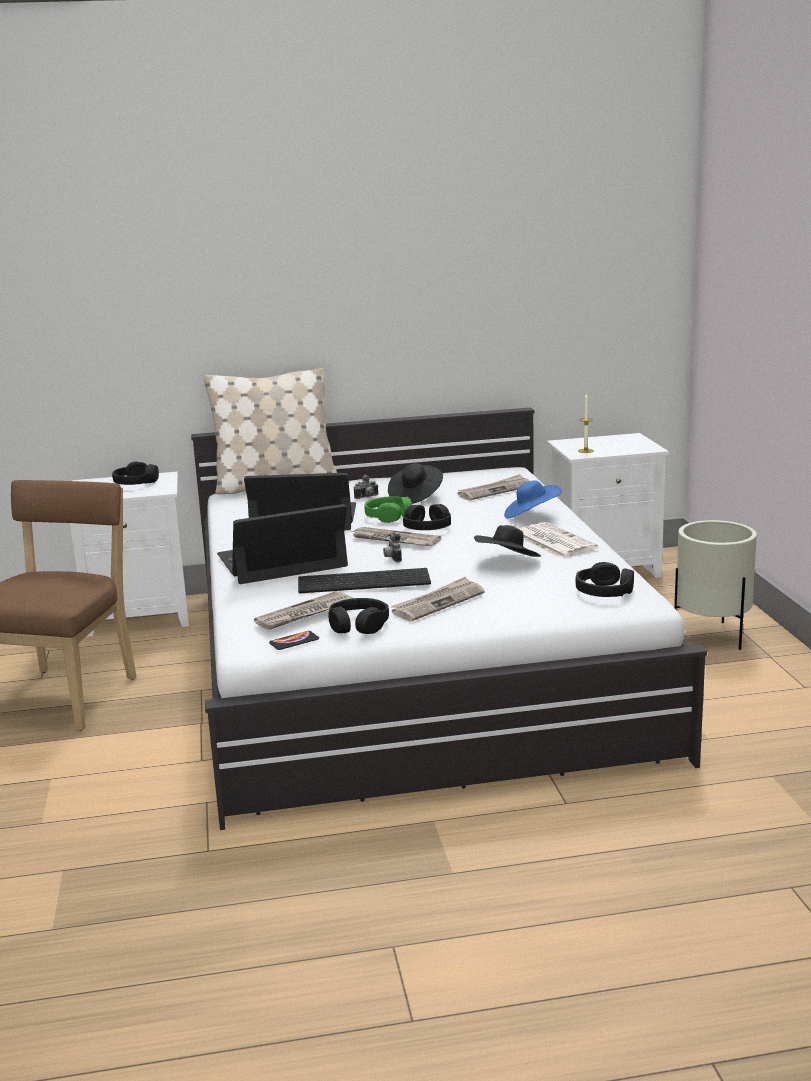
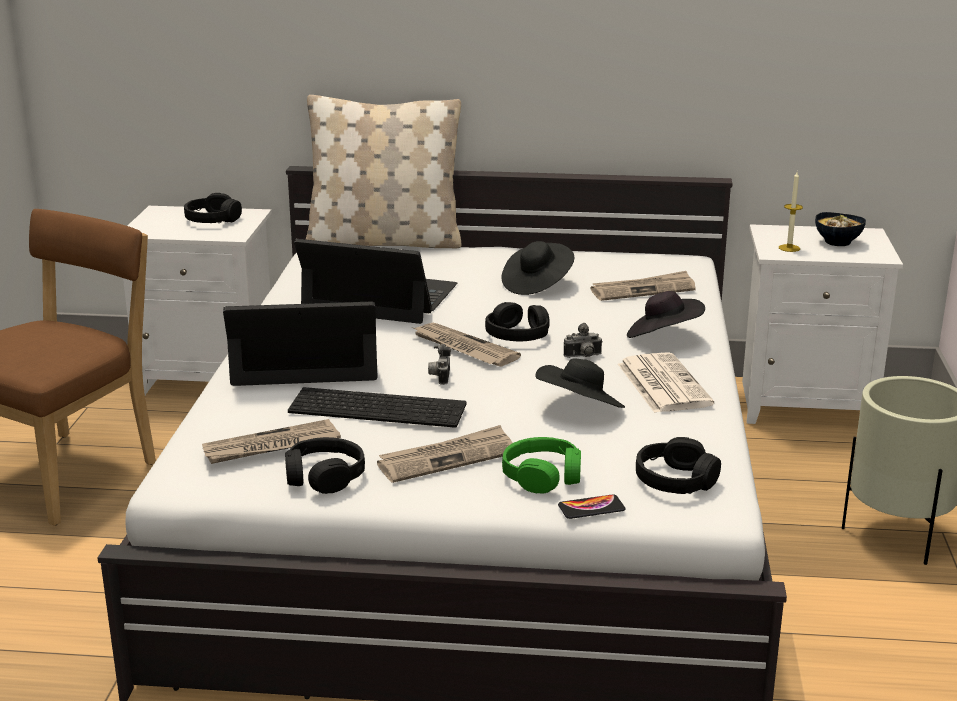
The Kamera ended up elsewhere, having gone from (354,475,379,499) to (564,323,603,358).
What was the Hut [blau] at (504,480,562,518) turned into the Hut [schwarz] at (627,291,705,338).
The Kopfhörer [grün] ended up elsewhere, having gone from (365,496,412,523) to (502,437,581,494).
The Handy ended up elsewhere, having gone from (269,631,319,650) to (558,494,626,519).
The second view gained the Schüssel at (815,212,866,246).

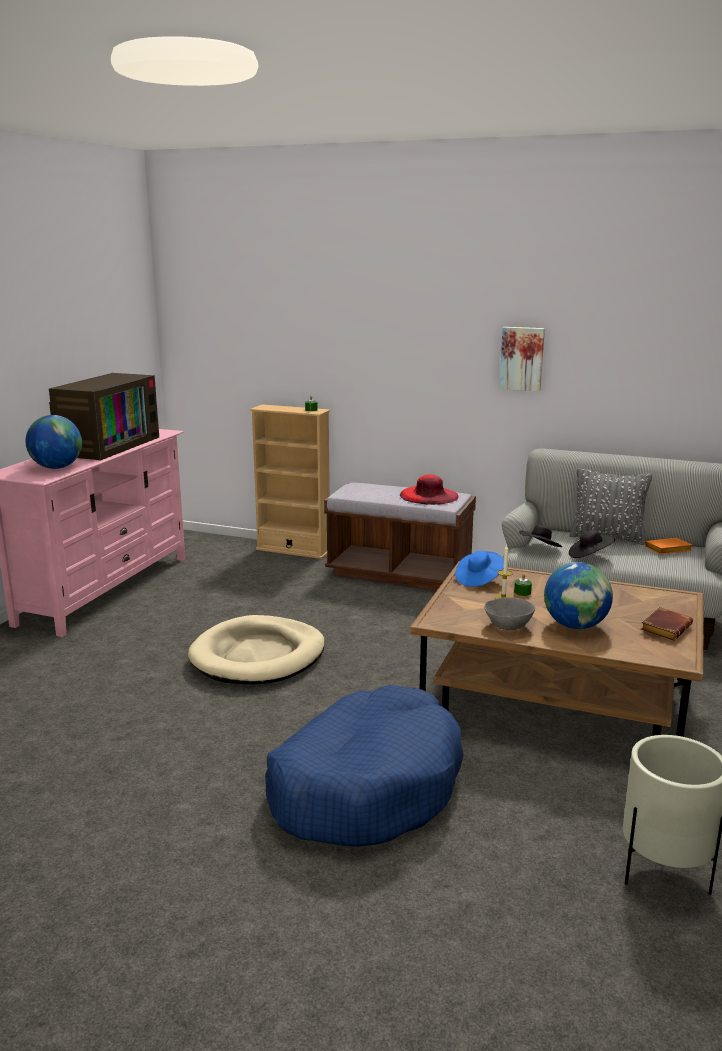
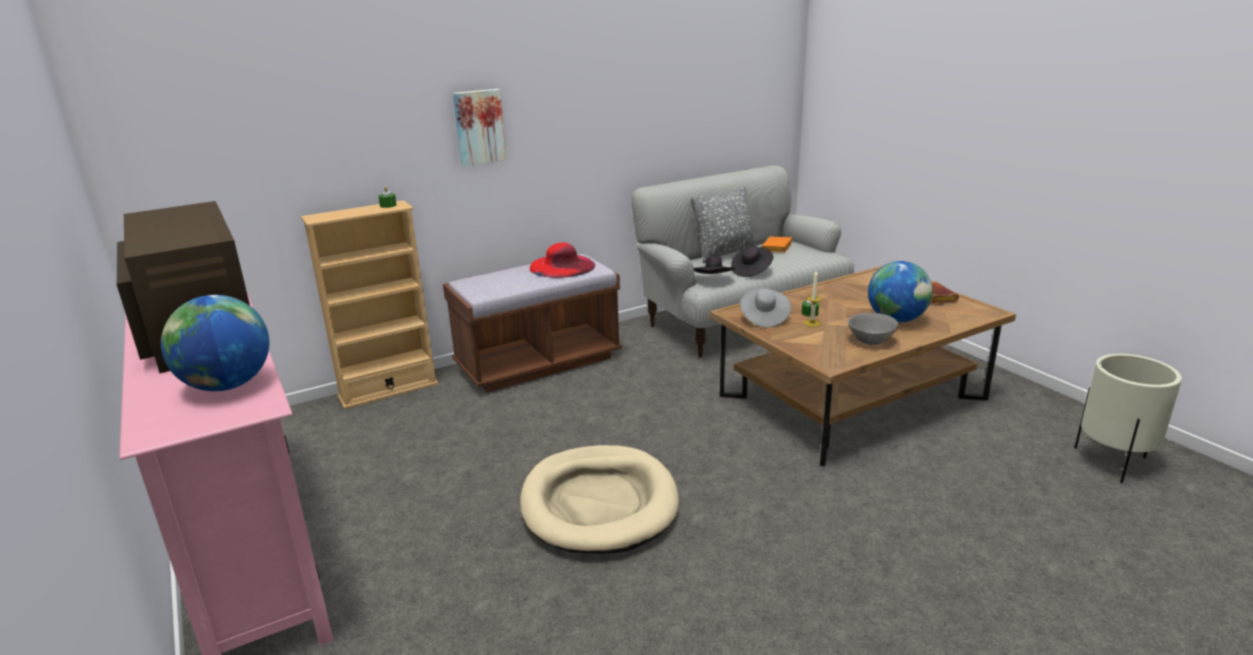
The Bild ended up elsewhere, having gone from (499,327,545,391) to (453,89,506,166).
What was the Hut [blau] at (455,551,504,587) turned into the Hut [grau] at (740,288,791,327).
The second view lost the Hundebett [blau] at (265,685,464,847).

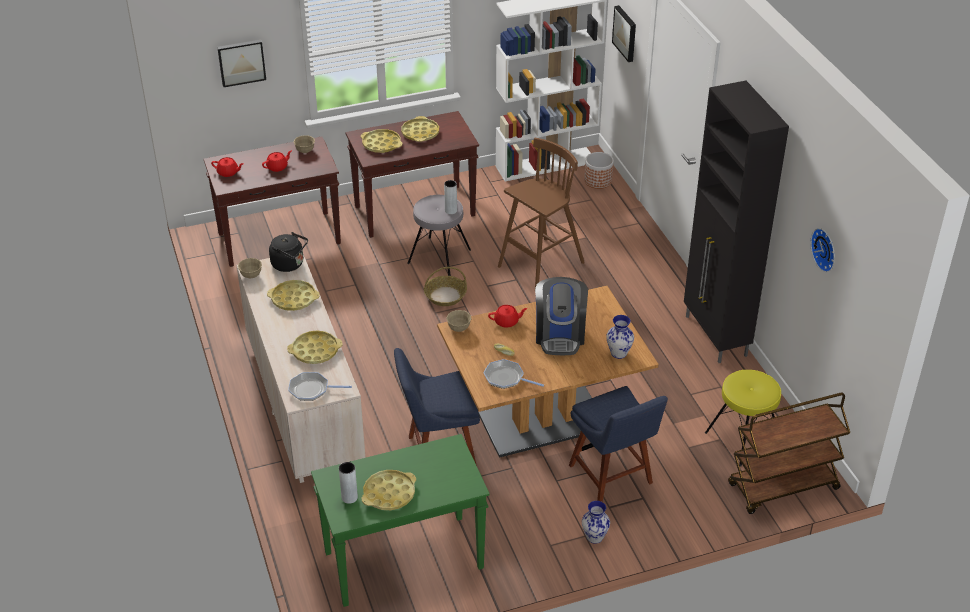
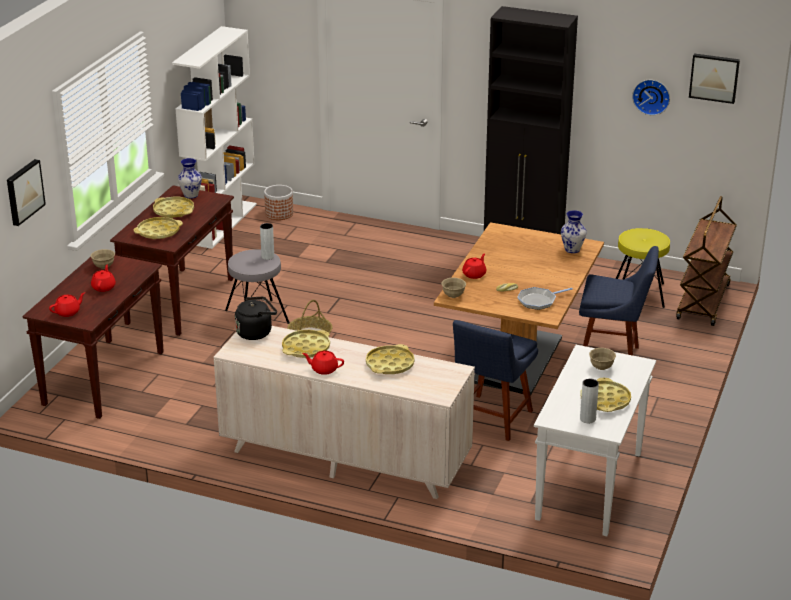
The Bild ended up elsewhere, having gone from (612,5,636,62) to (689,53,740,104).
The second view lost the Hocker [braun] at (498,138,585,288).
The Schüssel [beige] ended up elsewhere, having gone from (238,258,262,279) to (589,348,616,370).
The second view lost the Kaffeemaschine at (535,277,588,355).
The second view lost the Pfanne at (288,372,352,401).
What was the Konsolentisch [grün] at (311,434,490,607) turned into the Konsolentisch [weiß] at (534,345,656,536).
The Vase ended up elsewhere, having gone from (582,501,610,544) to (178,158,202,199).
The second view gained the Teekanne [rot] at (302,351,344,375).

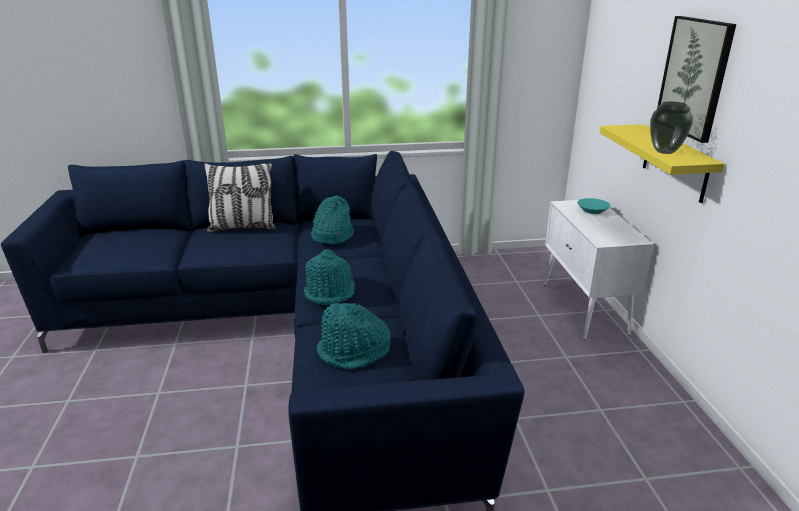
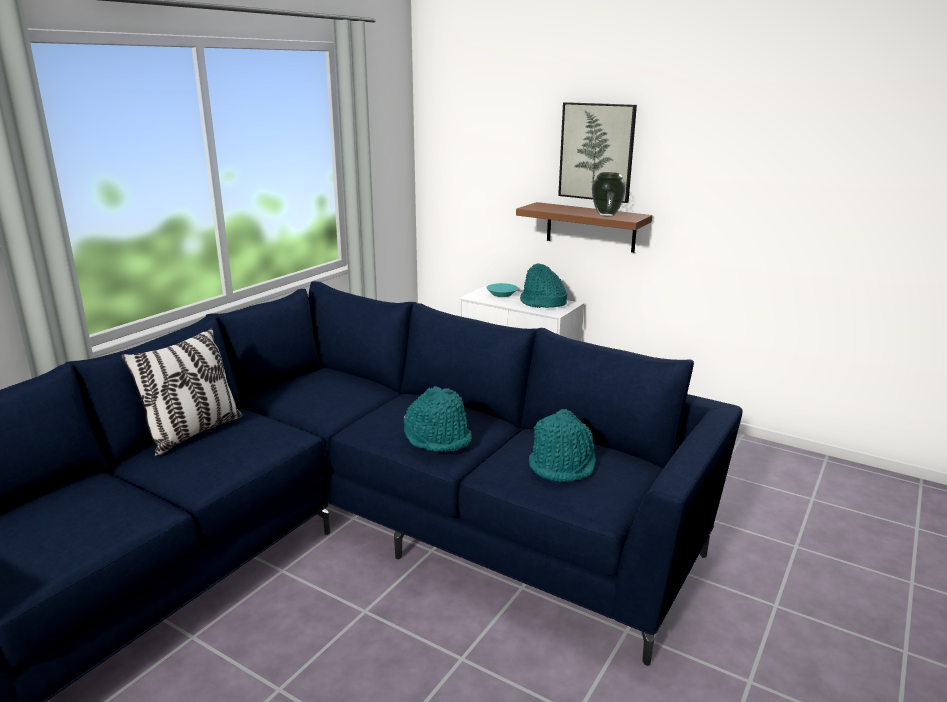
What was the Wandregal [gelb] at (600,124,724,203) turned into the Wandregal [braun] at (516,202,652,253).
The Hut [türkis] ended up elsewhere, having gone from (311,195,354,244) to (520,263,567,308).

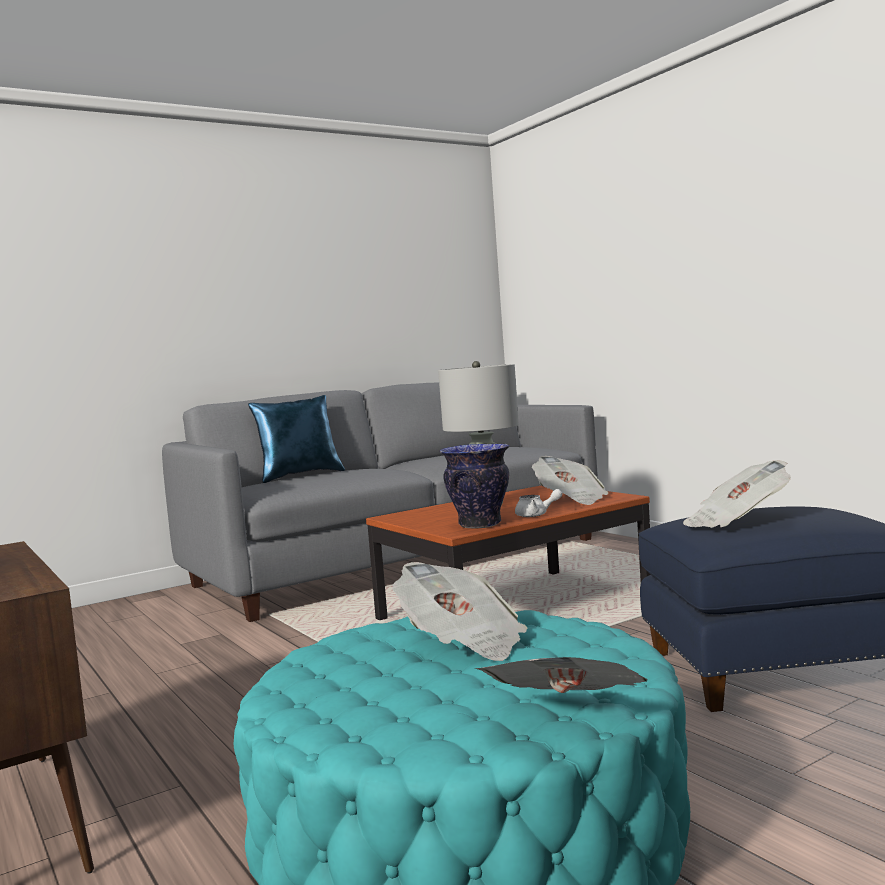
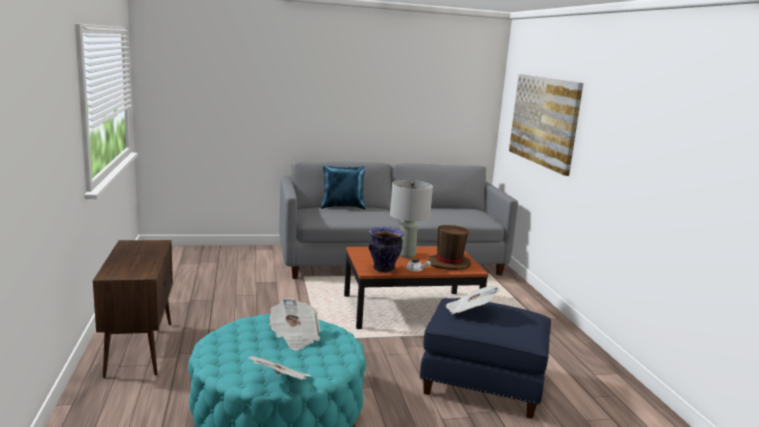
Where the Zeitung stood at (532,456,608,505), the Hut [braun] came to stand at (427,225,471,270).
The second view gained the Bild at (509,74,583,176).

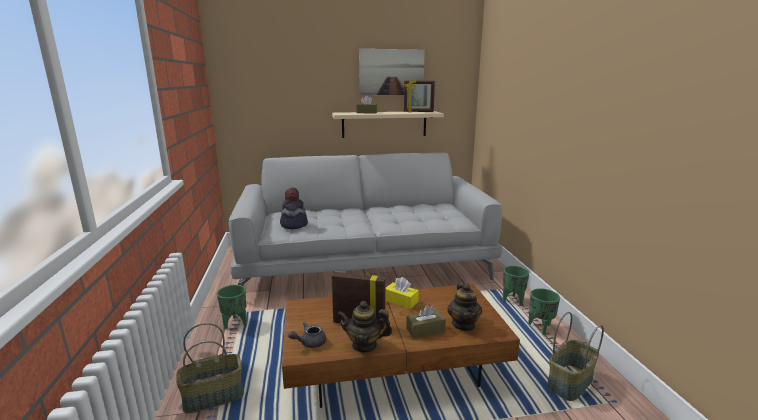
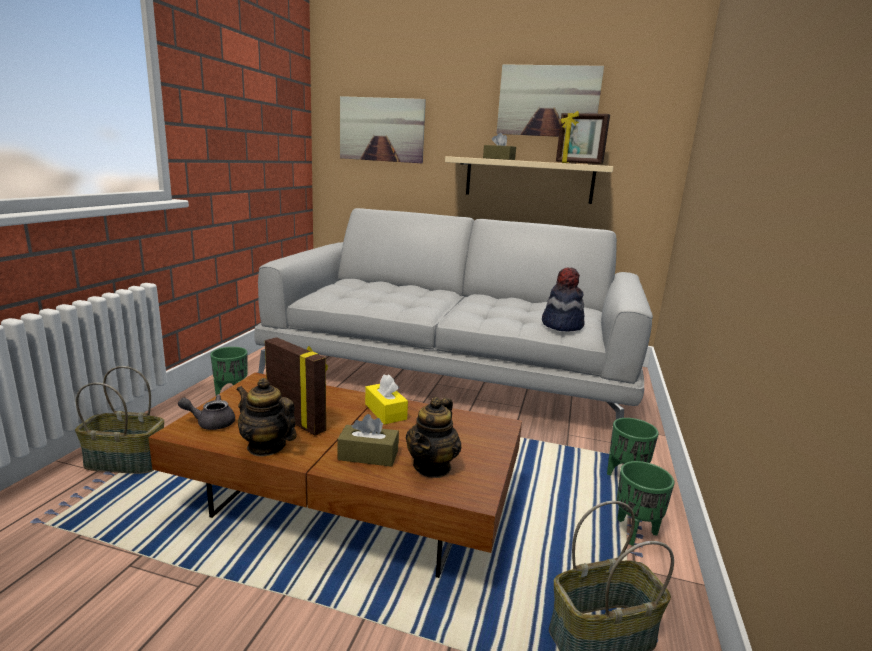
The Hut ended up elsewhere, having gone from (280,187,308,230) to (542,267,585,332).
The second view gained the Bild at (340,96,426,163).

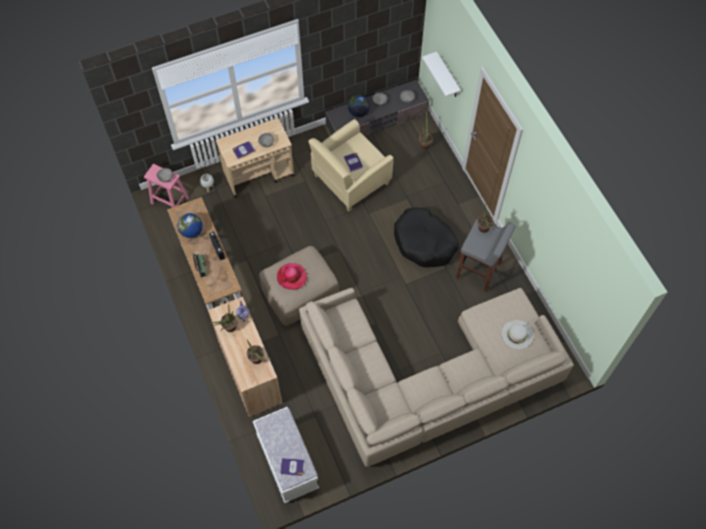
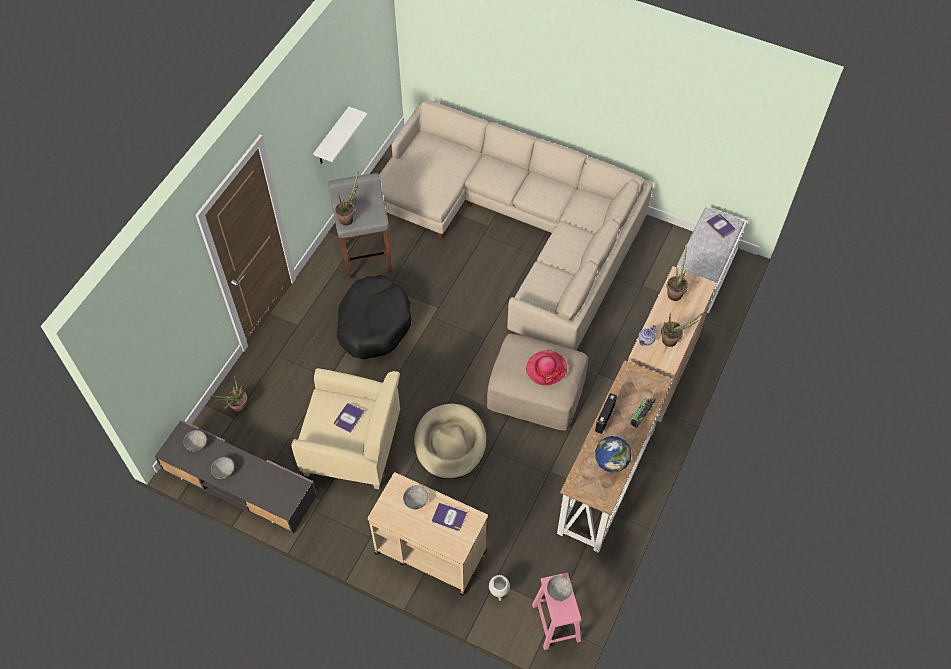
The Wandregal [weiß] ended up elsewhere, having gone from (422,52,461,97) to (313,107,368,164).
The second view lost the Globus at (348,95,370,117).
The second view lost the Hut [weiß] at (502,320,533,349).
The second view gained the Hundebett [beige] at (414,404,486,479).

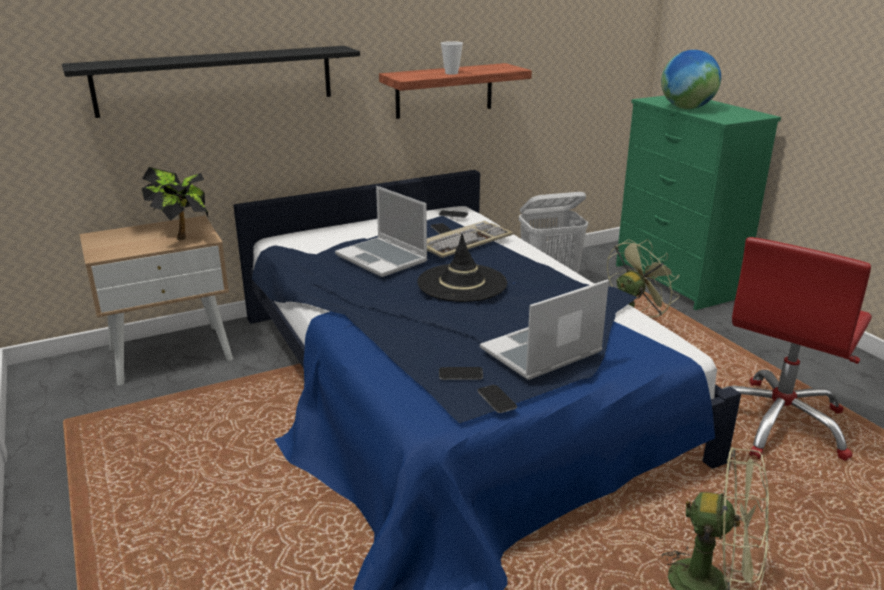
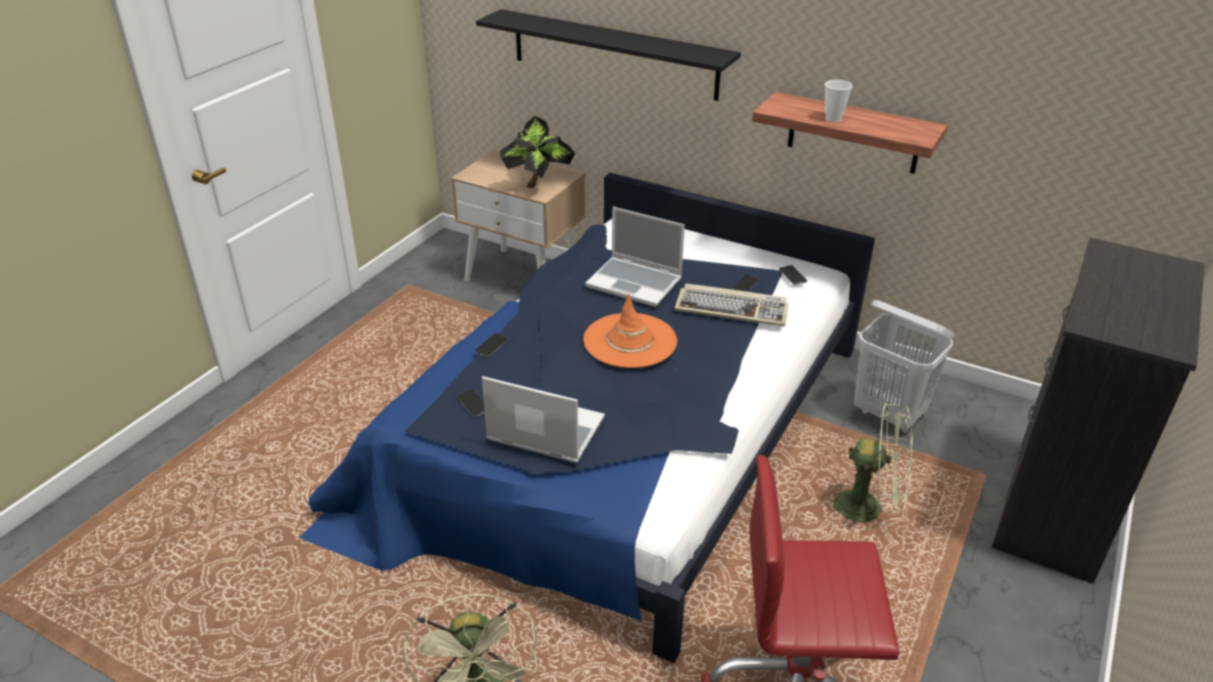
The second view lost the Globus at (661,50,721,109).
What was the Kommode [grün] at (616,96,781,310) turned into the Kommode [schwarz] at (991,238,1204,584).
The Laptop at (335,186,428,277) ended up facing another way, 75 degrees counterclockwise from before.
What was the Hut [schwarz] at (417,233,507,302) turned into the Hut [orange] at (583,294,677,368).
The Handy ended up elsewhere, having gone from (477,385,517,413) to (475,333,508,357).

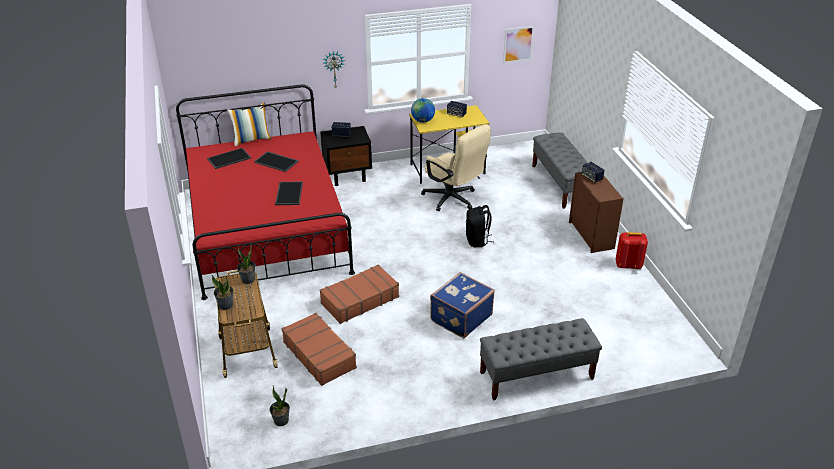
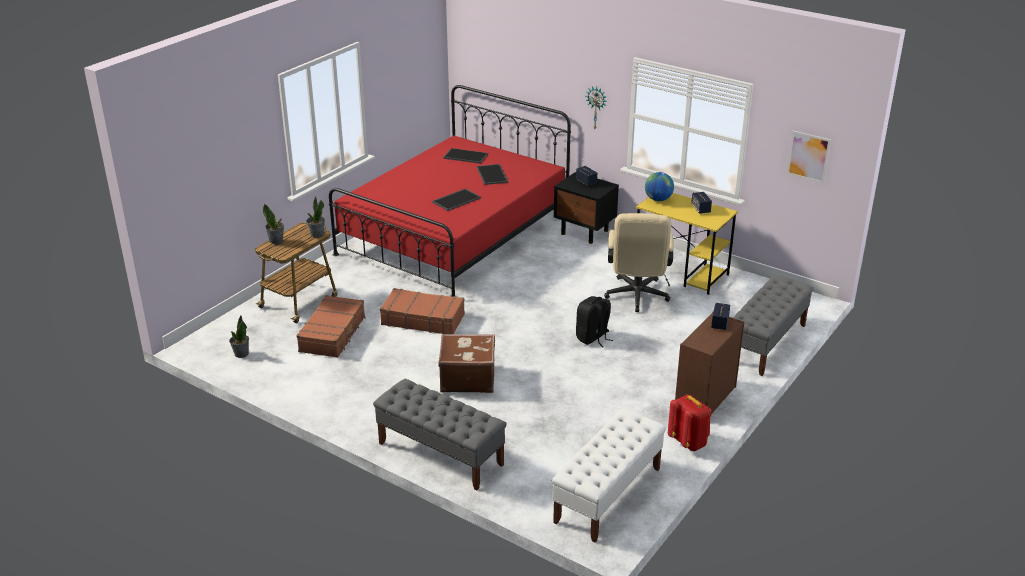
The second view lost the Kissen at (227,102,272,146).
What was the Koffer [blau] at (430,272,495,338) turned into the Koffer [braun] at (438,334,495,393).
The second view gained the Bank [weiß] at (552,409,666,543).

